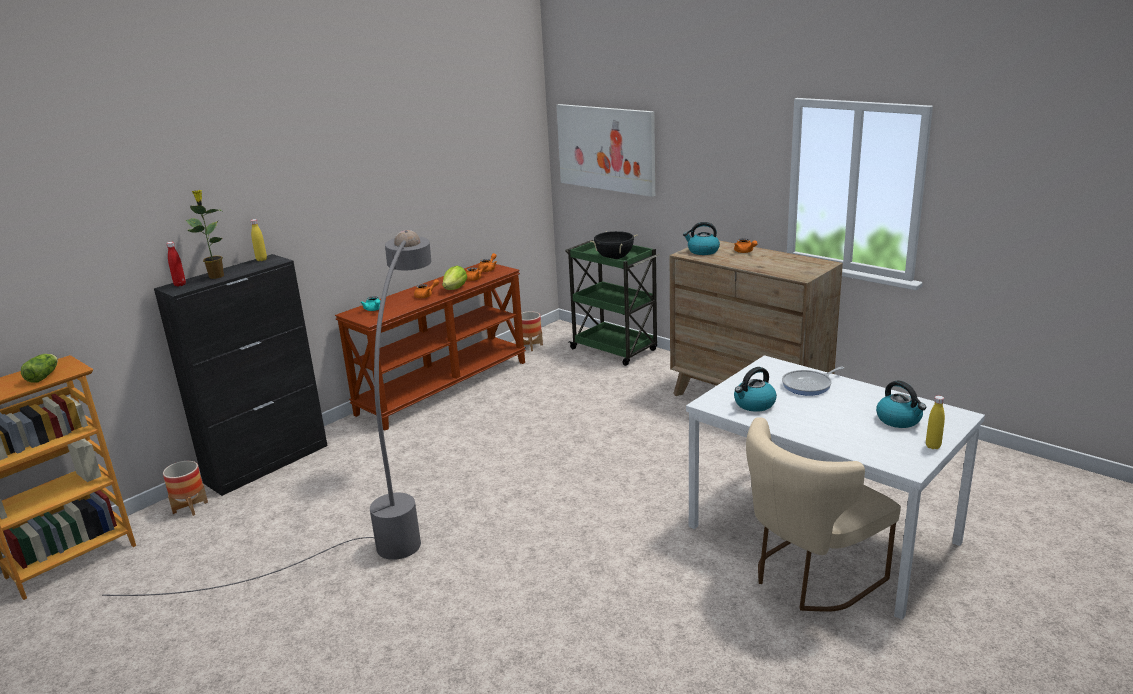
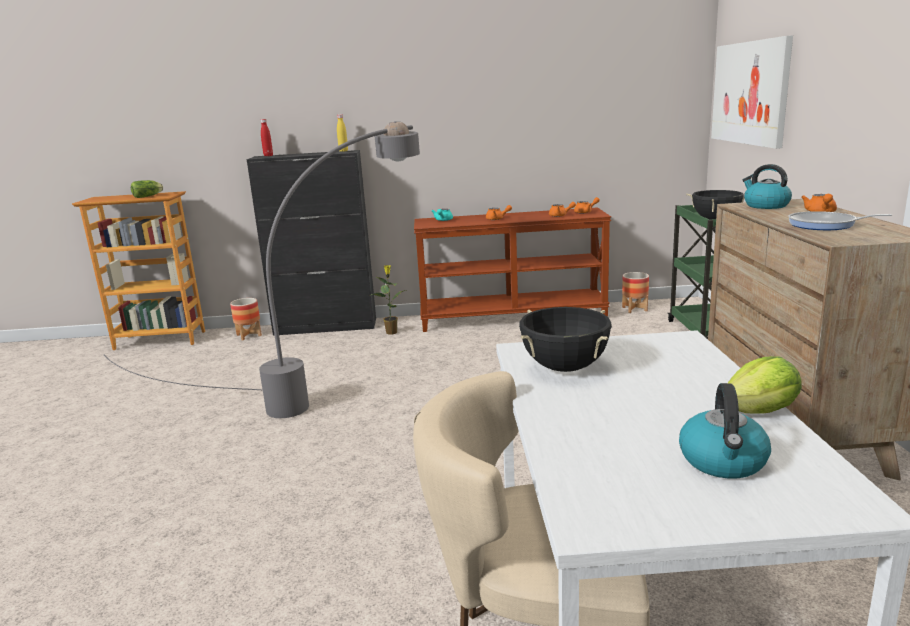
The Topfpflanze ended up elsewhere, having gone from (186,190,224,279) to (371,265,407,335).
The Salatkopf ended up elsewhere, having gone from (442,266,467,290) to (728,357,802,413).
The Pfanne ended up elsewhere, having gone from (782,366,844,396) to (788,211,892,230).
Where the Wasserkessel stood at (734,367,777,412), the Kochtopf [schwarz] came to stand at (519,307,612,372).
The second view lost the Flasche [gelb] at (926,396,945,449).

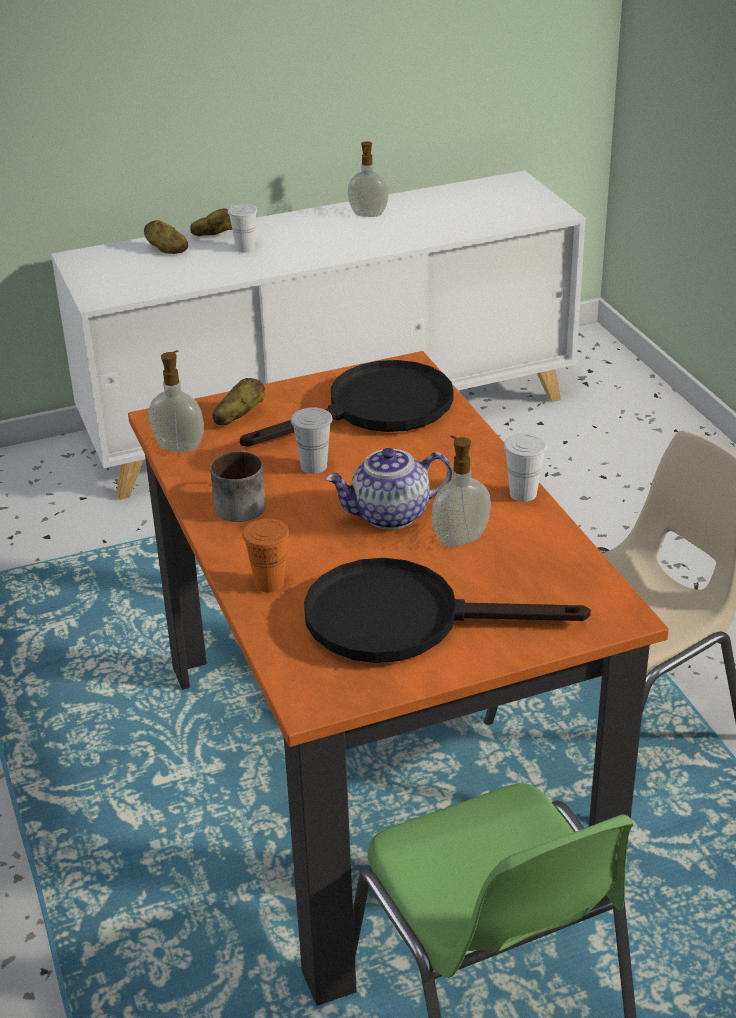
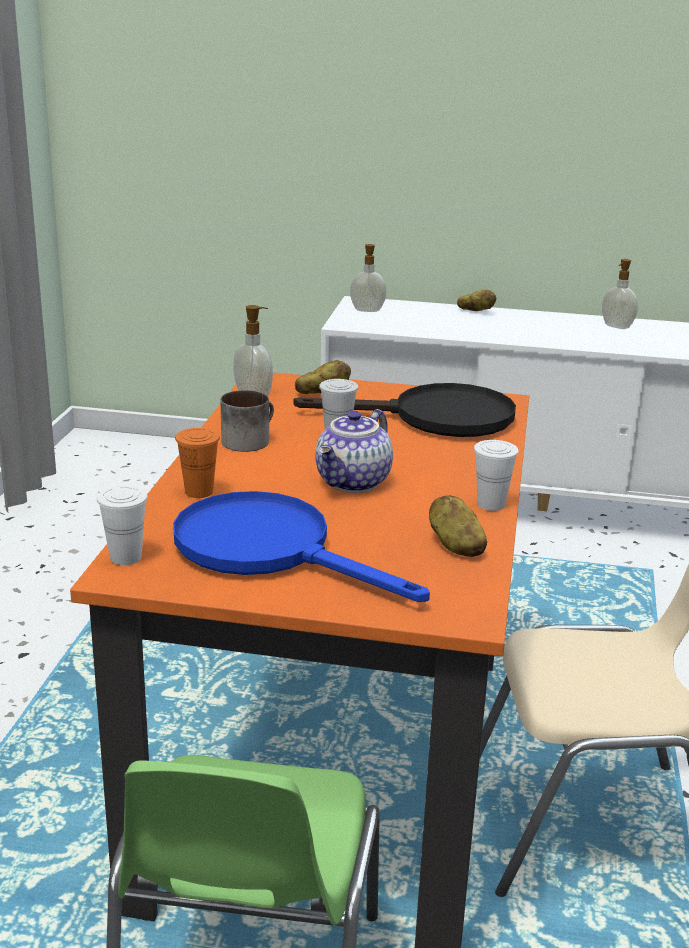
The Tasse [weiß] ended up elsewhere, having gone from (228,204,258,253) to (97,485,148,565).
The Kartoffel ended up elsewhere, having gone from (144,220,188,254) to (429,495,487,557).
The Seifenspender ended up elsewhere, having gone from (431,435,491,547) to (350,244,387,312).
The Teekanne at (325,448,452,530) ended up facing another way, 75 degrees counterclockwise from before.
What was the Pfanne [schwarz] at (304,558,591,663) turned into the Pfanne [blau] at (173,491,430,602).

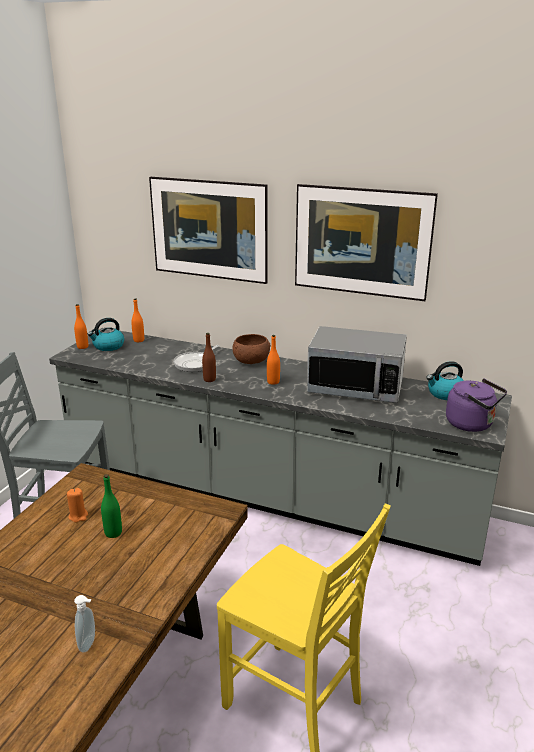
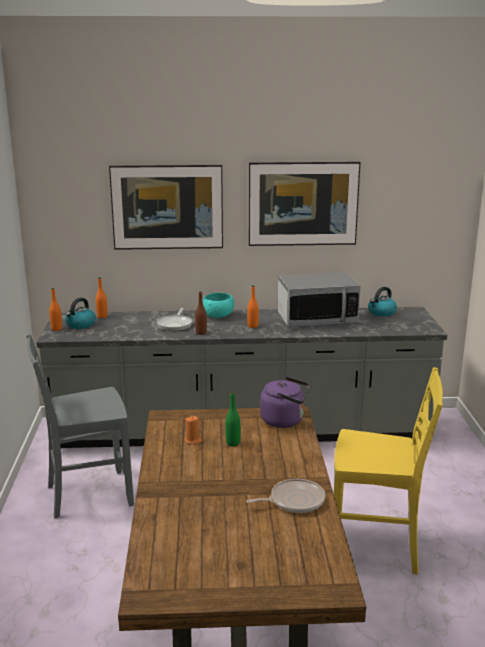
What was the Schüssel [braun] at (232,334,271,364) turned into the Schüssel [türkis] at (202,293,234,318).
The Wasserkessel [lila] ended up elsewhere, having gone from (446,379,507,432) to (260,377,310,428).
Where the Seifenspender stood at (74,595,95,652), the Pfanne came to stand at (246,479,325,513).

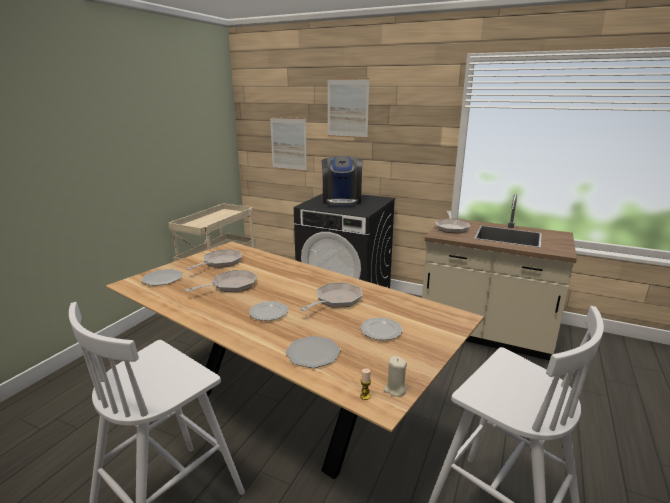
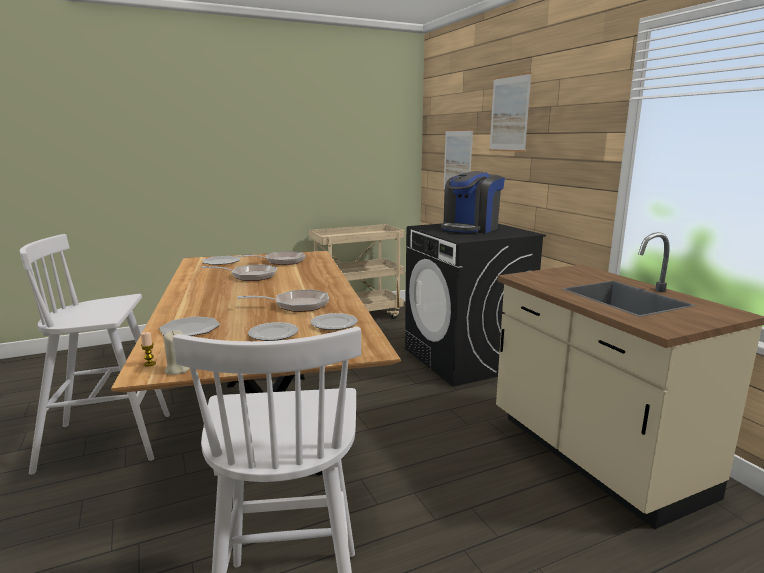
The second view lost the Pfanne at (435,211,470,233).
The Teller ended up elsewhere, having gone from (249,301,288,321) to (311,313,358,330).

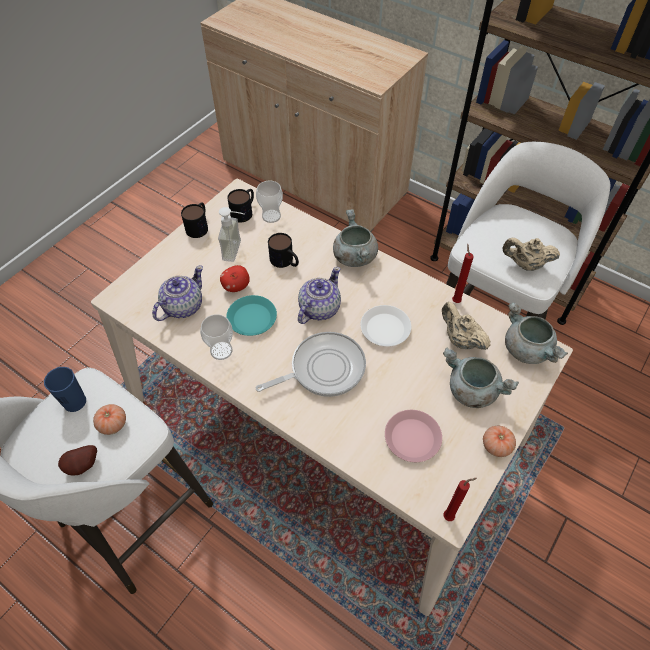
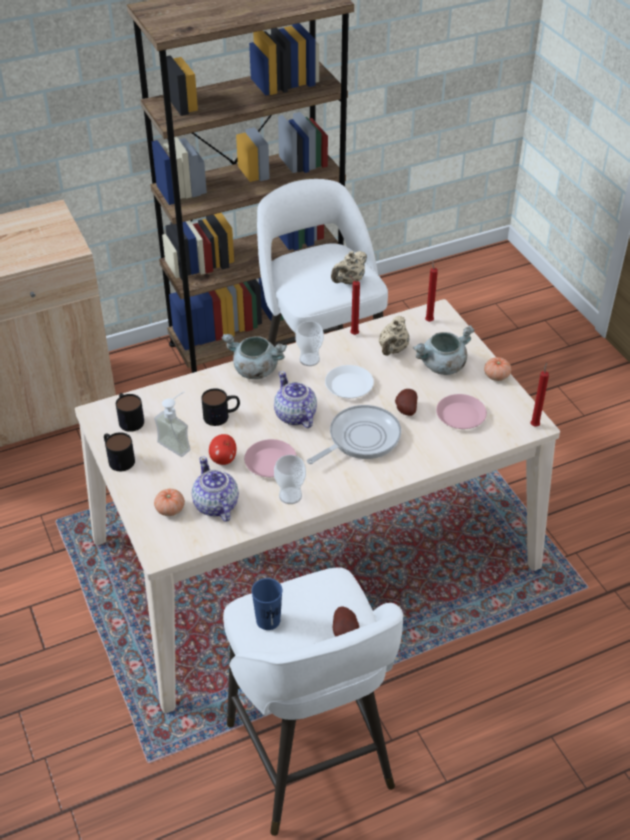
The Tasse ended up elsewhere, having gone from (256,181,283,223) to (295,321,324,366).
What was the Teller [türkis] at (226,295,277,336) turned into the Teller [rosa] at (244,439,297,477).
The Teekanne [beige] at (442,302,490,350) ended up facing another way, 60 degrees counterclockwise from before.
Where the Kochtopf [grau] stood at (505,302,568,364), the Kerze [rot] came to stand at (425,259,438,322).
The Pfanne at (256,332,366,397) ended up facing another way, 45 degrees clockwise from before.
The Tomate ended up elsewhere, having gone from (93,404,126,435) to (154,489,185,516).
The second view gained the Kartoffel at (395,389,417,416).

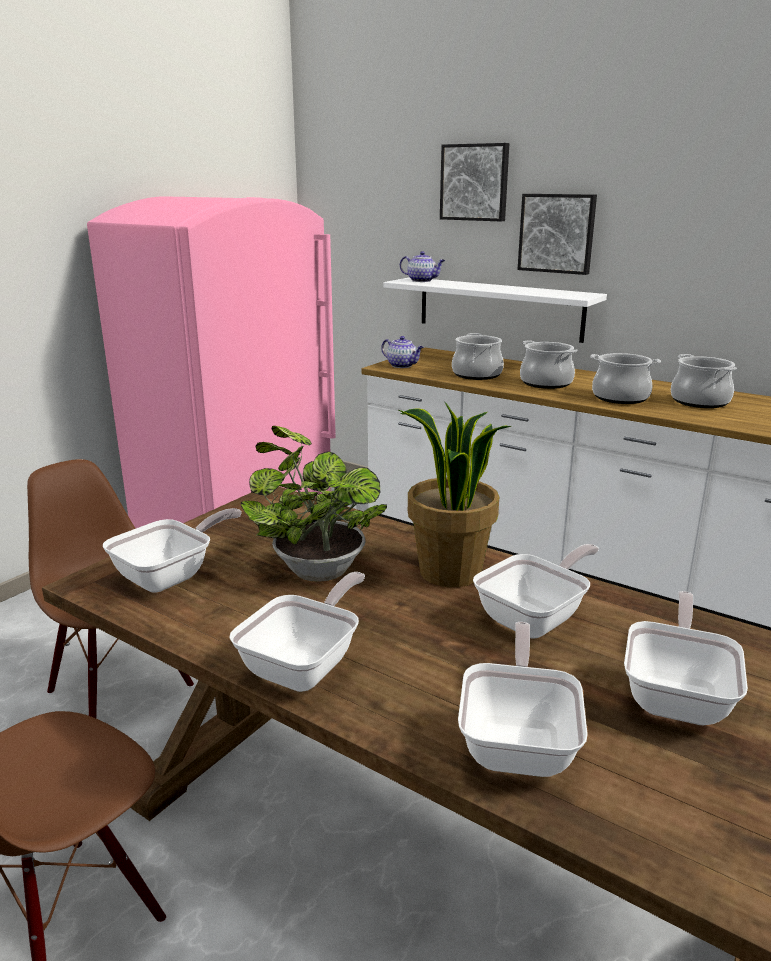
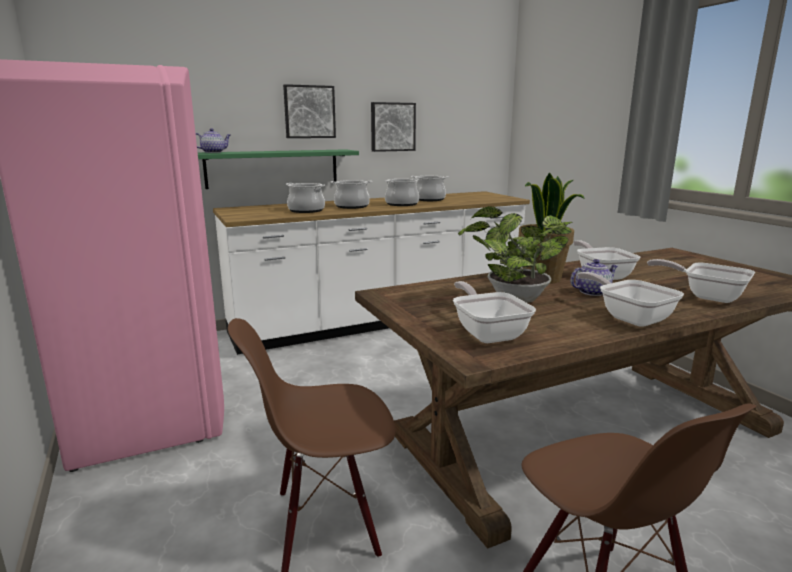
The Bild ended up elsewhere, having gone from (440,143,509,221) to (371,102,416,152).
What was the Wandregal [weiß] at (383,277,607,343) turned into the Wandregal [grün] at (198,149,359,189).
The Teekanne ended up elsewhere, having gone from (381,336,423,368) to (570,259,618,296).
The second view lost the Pfanne at (624,591,748,725).

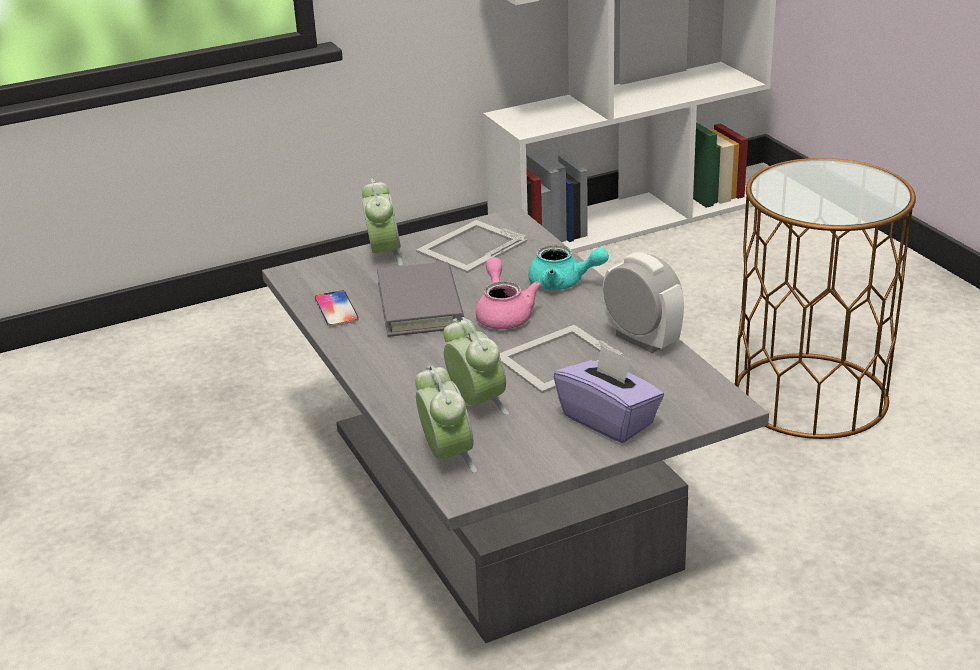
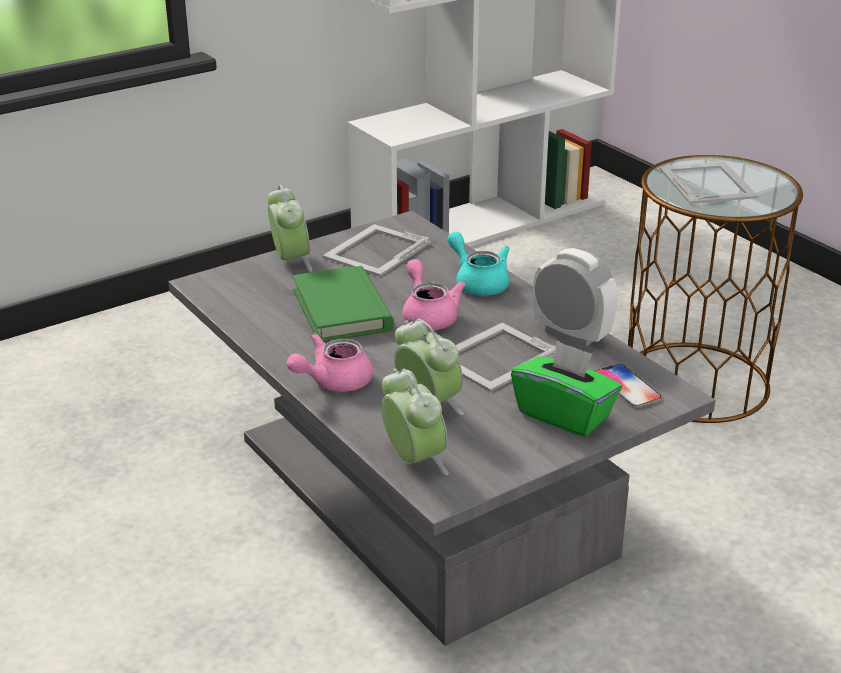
The Teekanne [türkis] at (528,245,609,290) ended up facing another way, 135 degrees counterclockwise from before.
What was the Buch [grau] at (377,262,464,337) turned into the Buch [grün] at (292,266,394,342).
The Handy ended up elsewhere, having gone from (315,290,359,326) to (595,364,661,407).
What was the Taschentuchbox [lila] at (554,345,664,443) turned into the Taschentuchbox [grün] at (511,340,622,437).
The second view gained the Bilderrahmen at (659,162,758,204).
The second view gained the Teekanne [rosa] at (287,333,373,392).

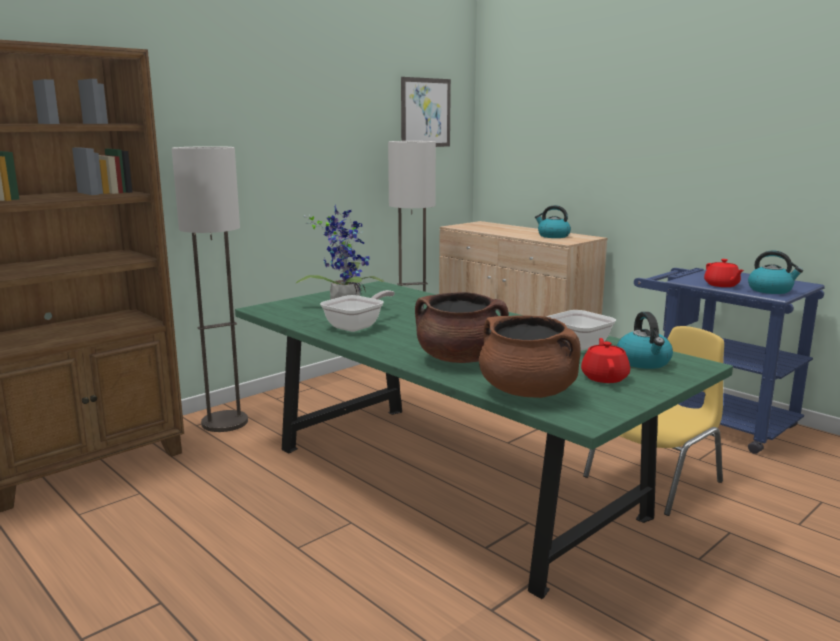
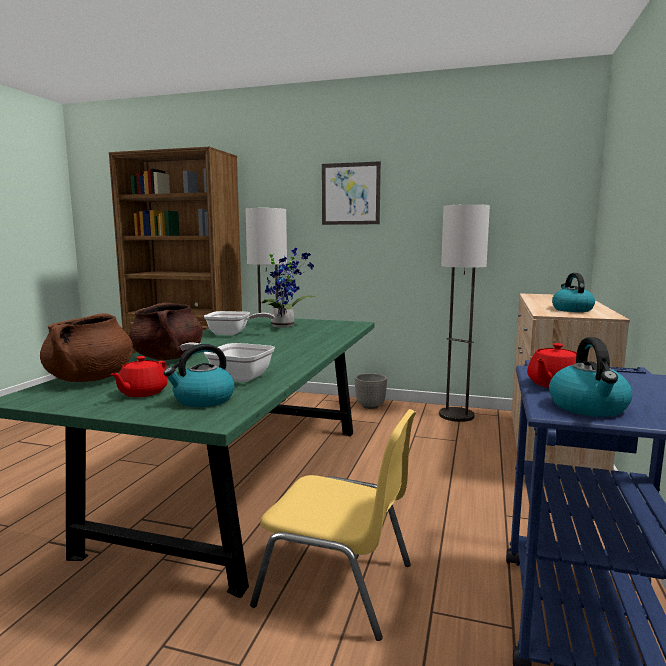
The Bild ended up elsewhere, having gone from (401,77,451,147) to (322,161,381,225).
The Teekanne [rot] at (581,338,630,383) ended up facing another way, 135 degrees clockwise from before.
The second view gained the Pflanzkübel at (355,373,387,409).

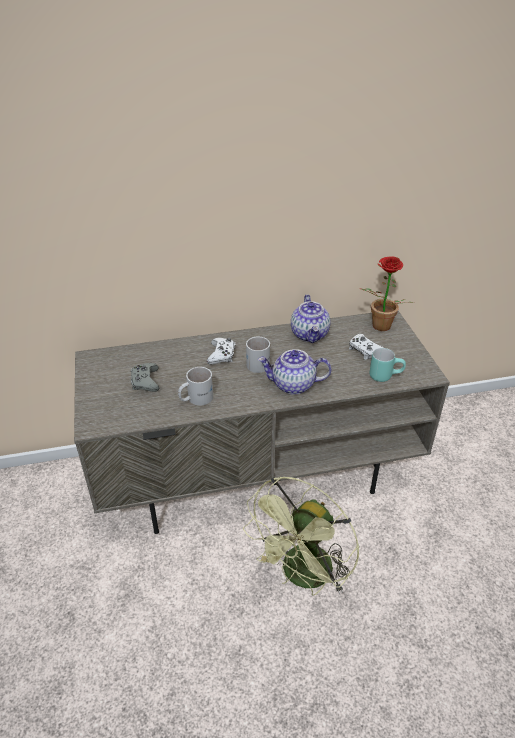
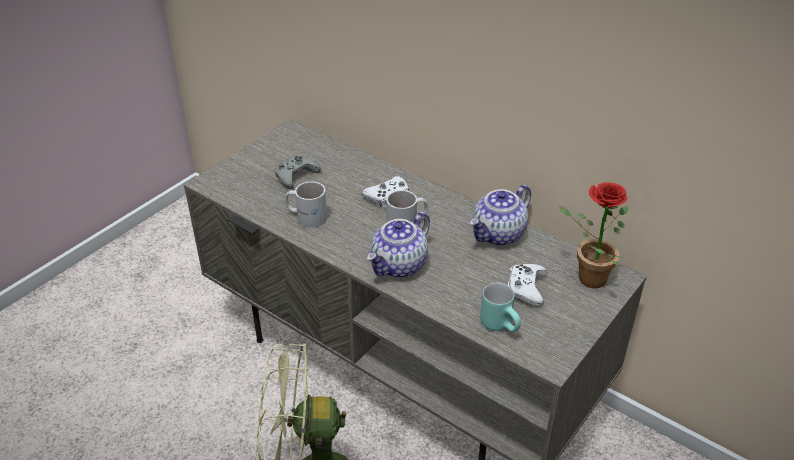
The Teekanne at (258,349,332,395) ended up facing another way, 105 degrees counterclockwise from before.

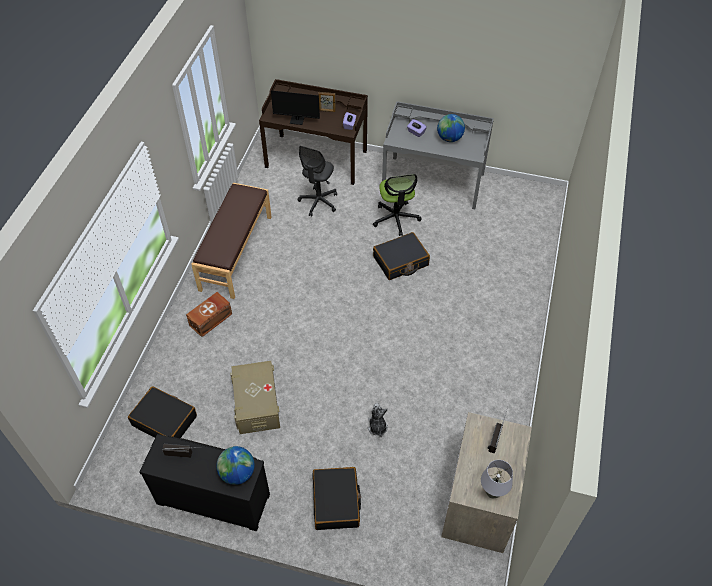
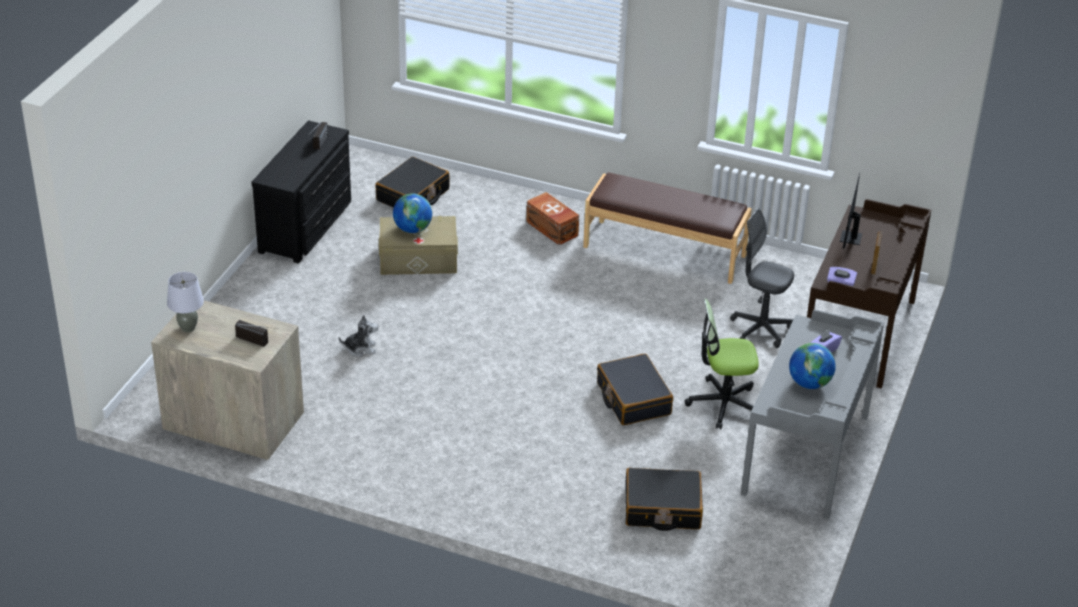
The Globus ended up elsewhere, having gone from (216,446,255,485) to (393,194,432,233).
The Koffer [schwarz] ended up elsewhere, having gone from (312,467,361,530) to (626,468,703,531).

